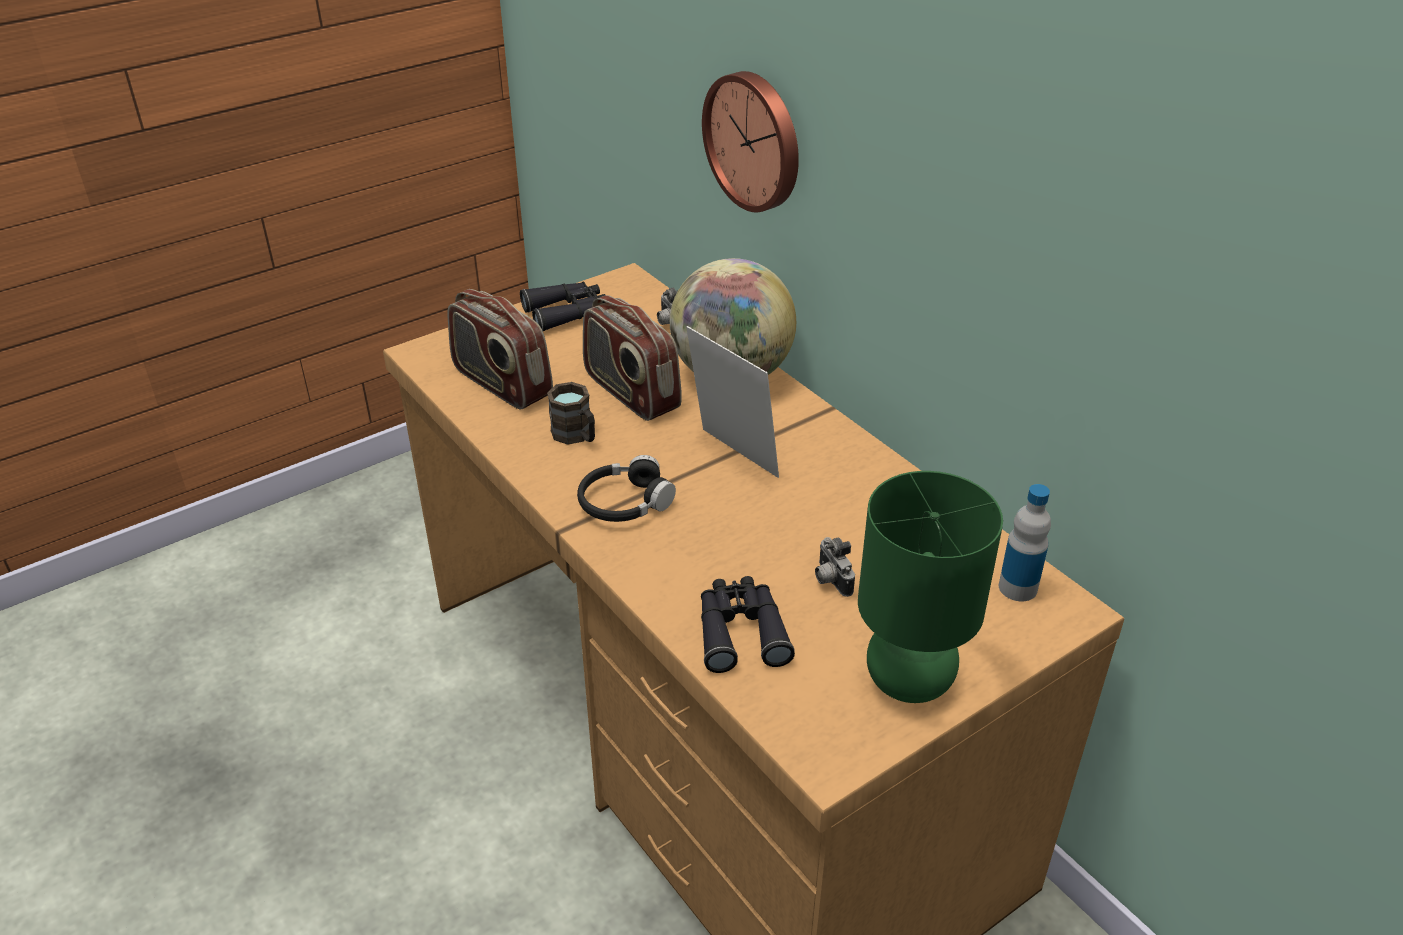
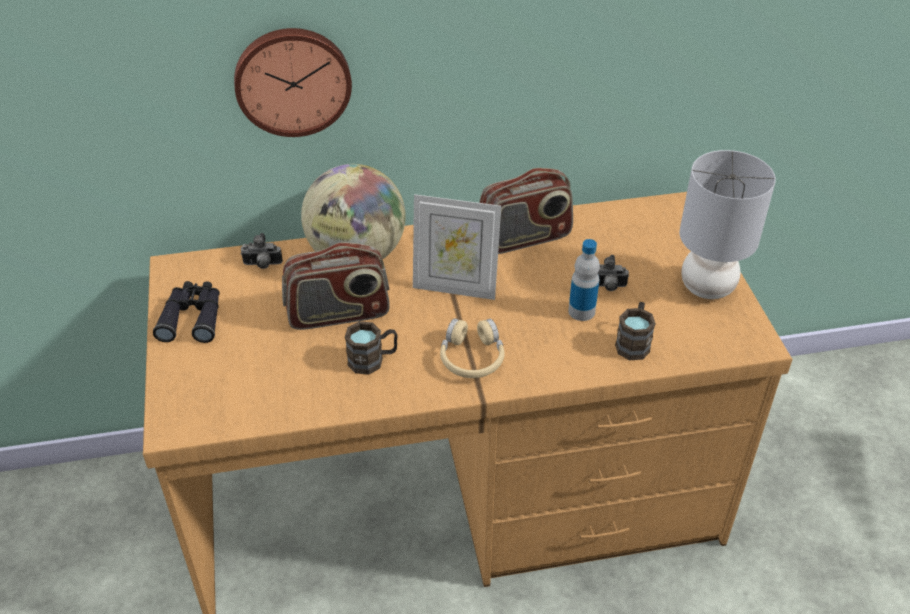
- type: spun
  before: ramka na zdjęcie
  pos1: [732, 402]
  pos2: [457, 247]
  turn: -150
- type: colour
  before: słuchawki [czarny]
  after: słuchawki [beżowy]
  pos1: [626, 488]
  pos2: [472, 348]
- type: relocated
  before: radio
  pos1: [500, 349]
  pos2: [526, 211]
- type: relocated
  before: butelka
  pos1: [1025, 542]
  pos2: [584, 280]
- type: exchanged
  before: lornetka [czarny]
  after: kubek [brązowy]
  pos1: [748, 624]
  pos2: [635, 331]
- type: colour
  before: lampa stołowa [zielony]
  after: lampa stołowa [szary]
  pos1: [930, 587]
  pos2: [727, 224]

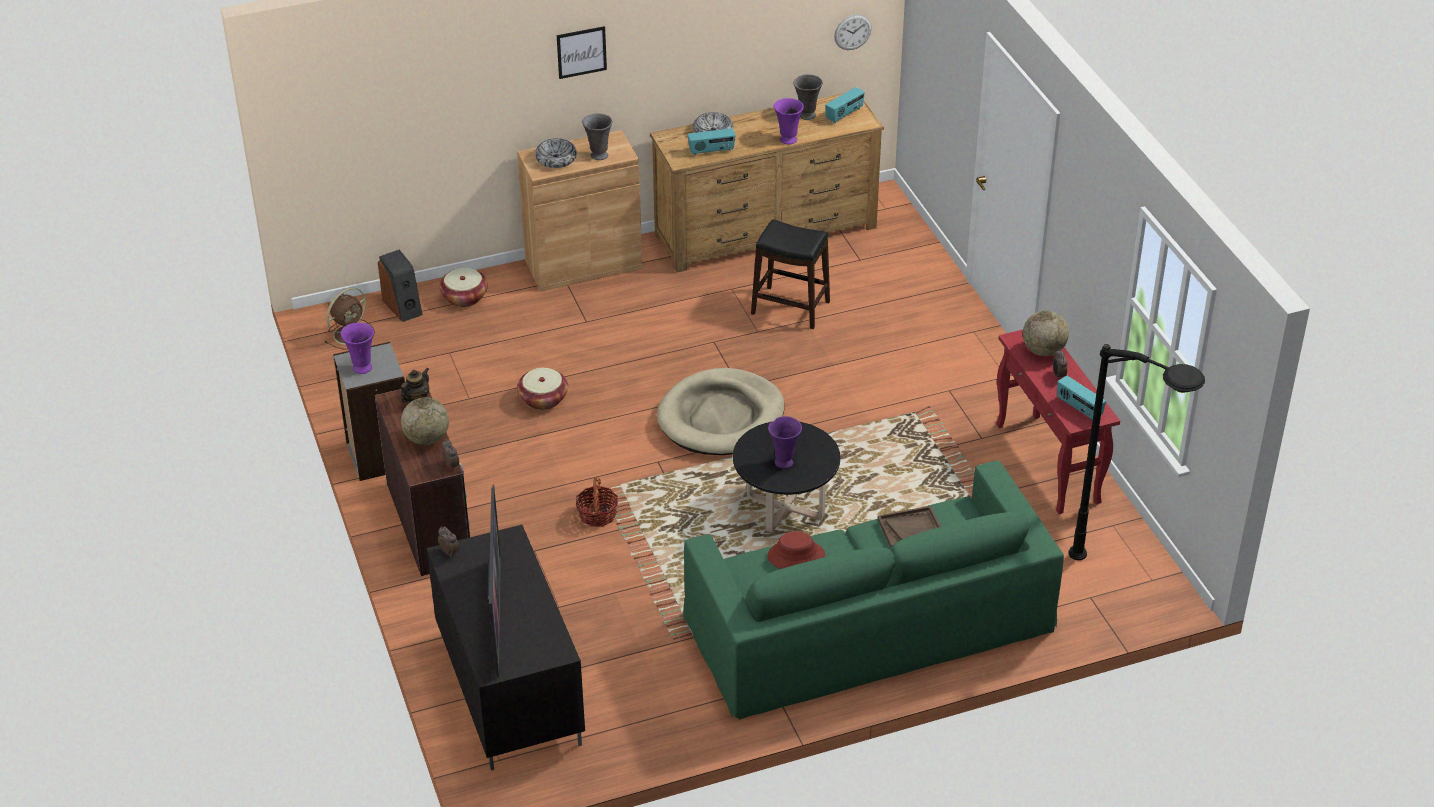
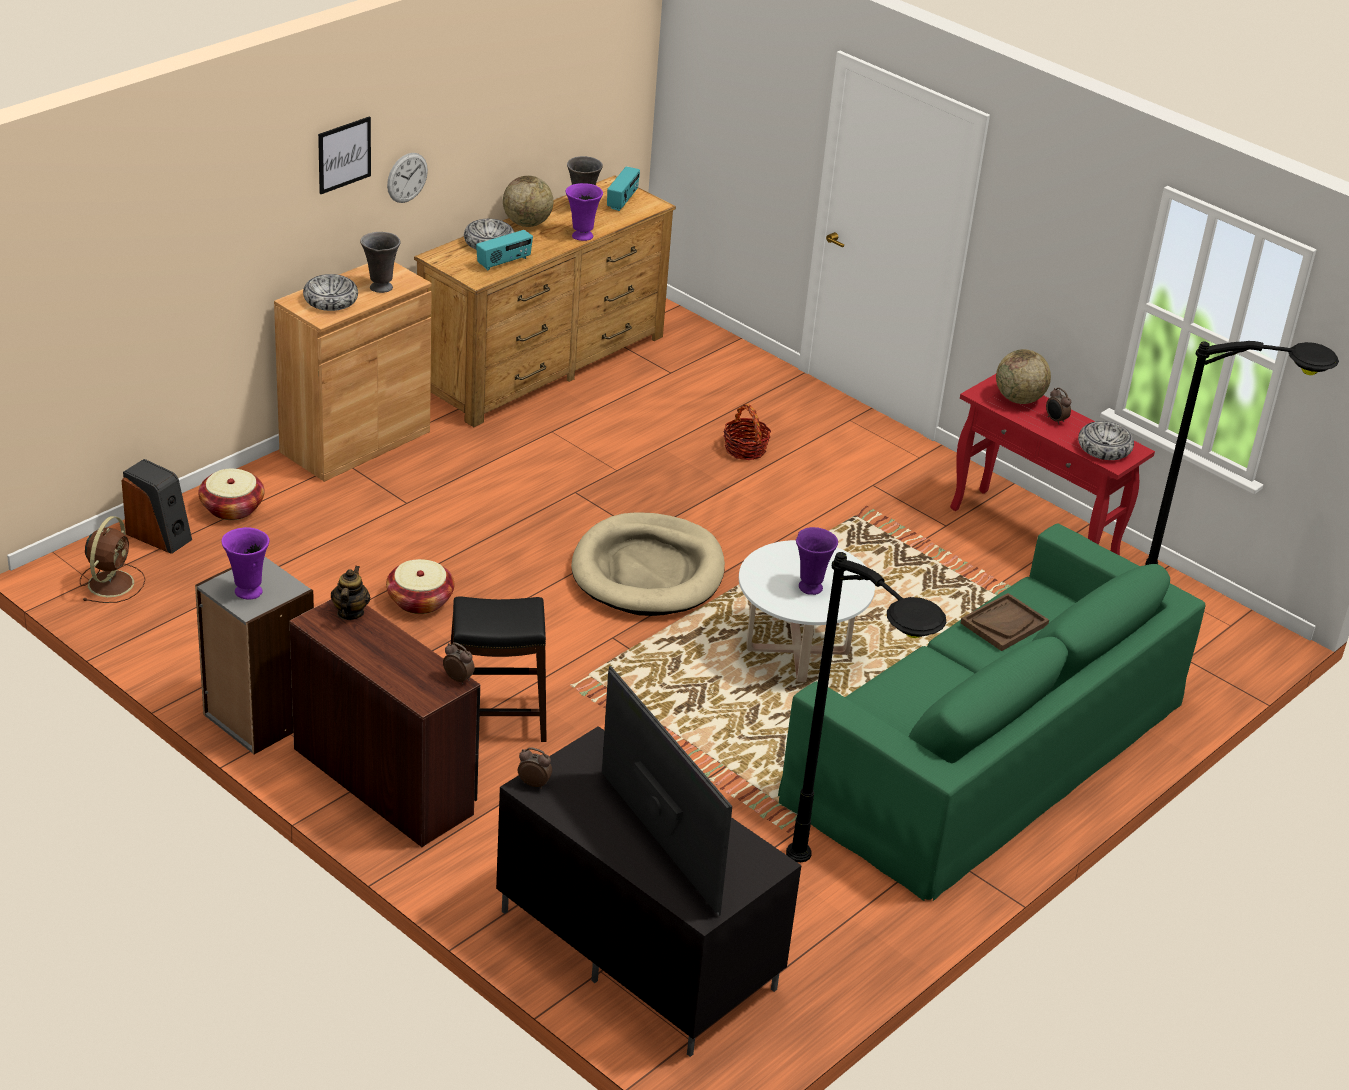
- type: relocated
  before: zegar ścienny
  pos1: [853, 32]
  pos2: [407, 178]
- type: relocated
  before: stołek [czarny]
  pos1: [790, 274]
  pos2: [499, 669]
- type: relocated
  before: globus
  pos1: [425, 421]
  pos2: [528, 201]
- type: relocated
  before: koszyk
  pos1: [597, 502]
  pos2: [747, 432]
- type: colour
  before: ława [czarny]
  after: ława [biały]
  pos1: [786, 477]
  pos2: [807, 611]
- type: appeared
  after: lampa stojąca [czarny]
  pos2: [866, 707]
- type: exchanged
  before: radio
  after: miska
  pos1: [1081, 398]
  pos2: [1106, 440]
- type: missing
  before: kapelusz [czerwony]
  pos1: [796, 550]

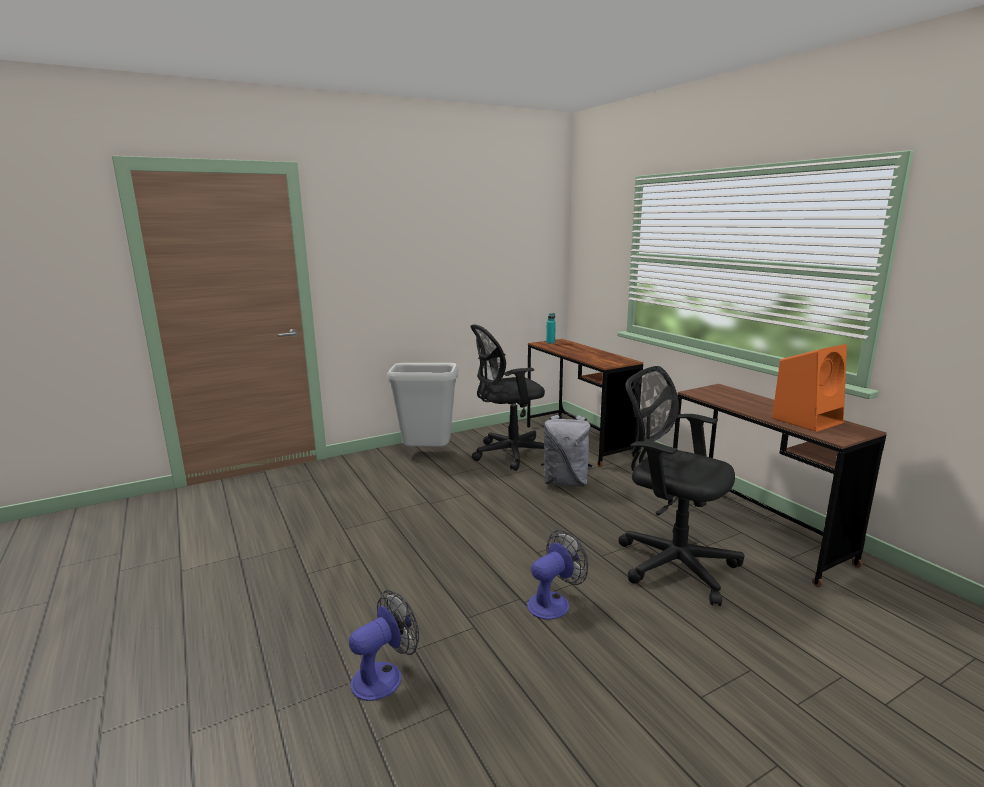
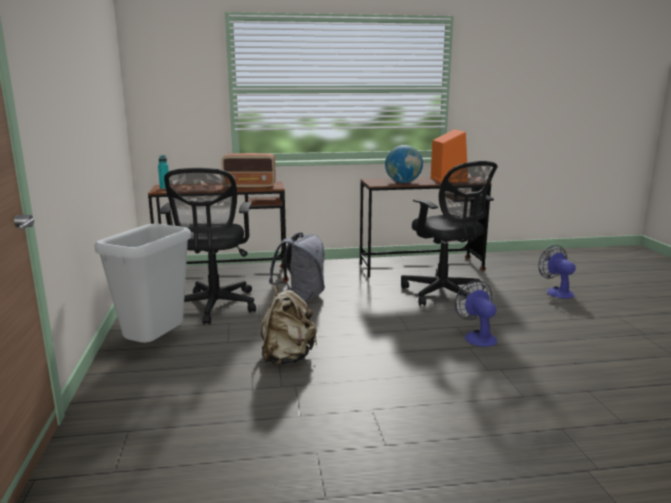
- type: appeared
  after: radio
  pos2: [248, 170]
- type: appeared
  after: plecak [beżowy]
  pos2: [288, 325]
- type: appeared
  after: globus
  pos2: [404, 164]
- type: spun
  before: krzesło biurowe [czarny]
  pos1: [681, 486]
  pos2: [449, 233]
  turn: -90
- type: relocated
  before: wentylator
  pos1: [384, 645]
  pos2: [557, 272]

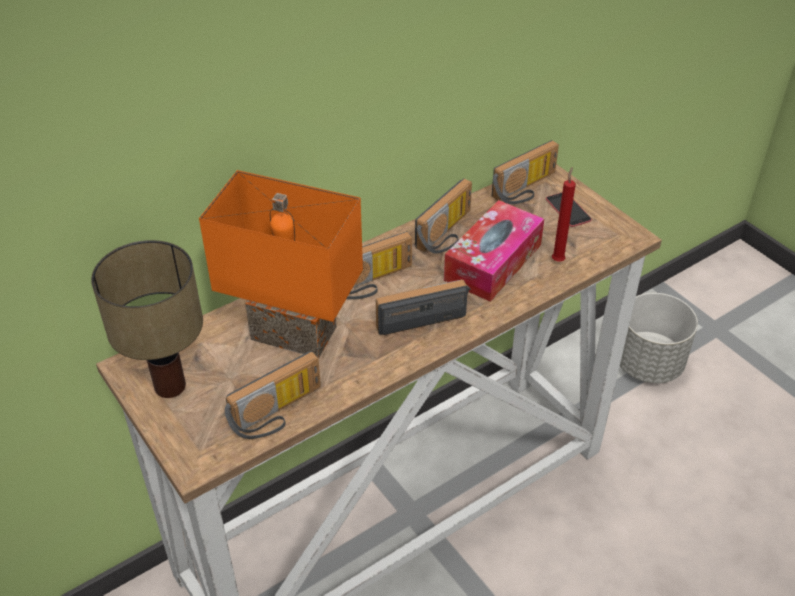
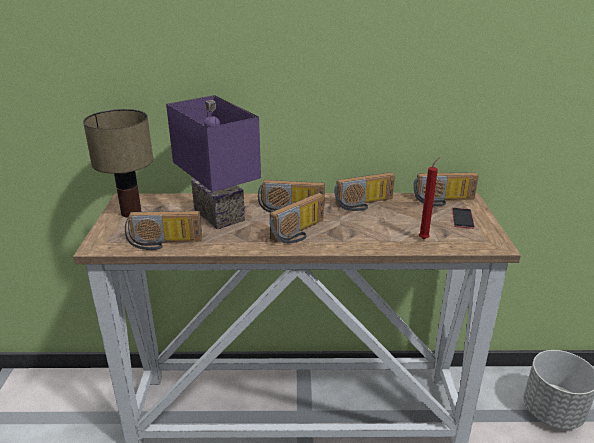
- type: colour
  before: lampa stołowa [pomarańczowy]
  after: lampa stołowa [fioletowy]
  pos1: [281, 264]
  pos2: [213, 162]
- type: spun
  before: radio
  pos1: [423, 307]
  pos2: [296, 218]
  turn: 120
- type: missing
  before: pudełko chusteczek
  pos1: [494, 251]

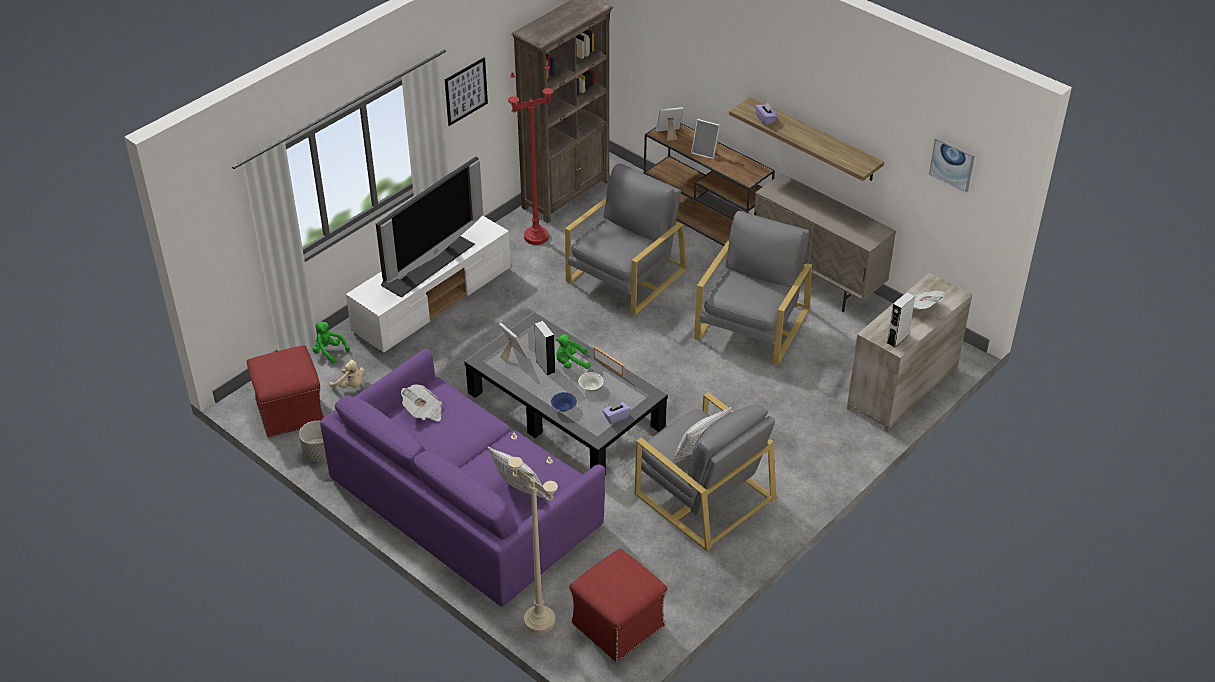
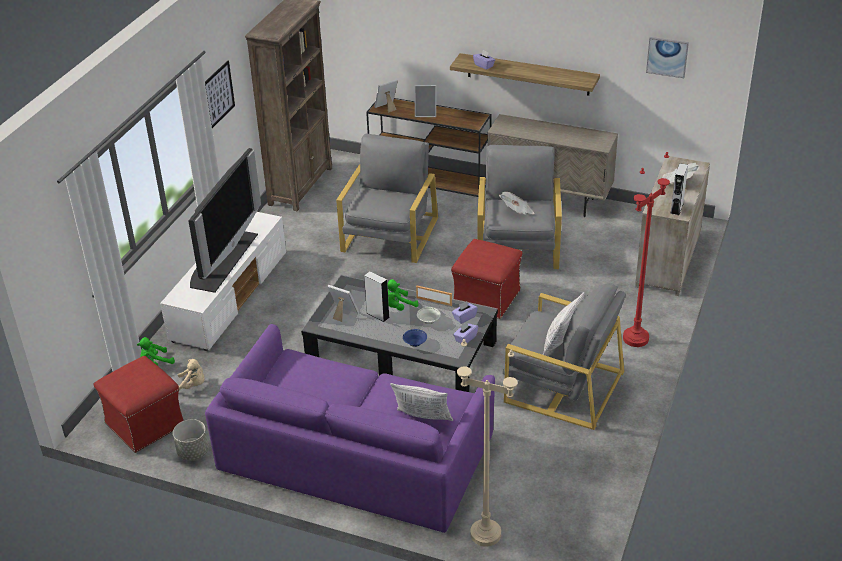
- type: spun
  before: pluszak [zielony]
  pos1: [331, 343]
  pos2: [156, 351]
  turn: -45
- type: relocated
  before: pufa [czerwony]
  pos1: [618, 605]
  pos2: [486, 279]
- type: appeared
  after: pudełko chusteczek [fioletowy]
  pos2: [465, 312]
- type: relocated
  before: gazeta
  pos1: [421, 403]
  pos2: [517, 203]
- type: relocated
  before: lampa stojąca [czerwony]
  pos1: [531, 154]
  pos2: [646, 249]

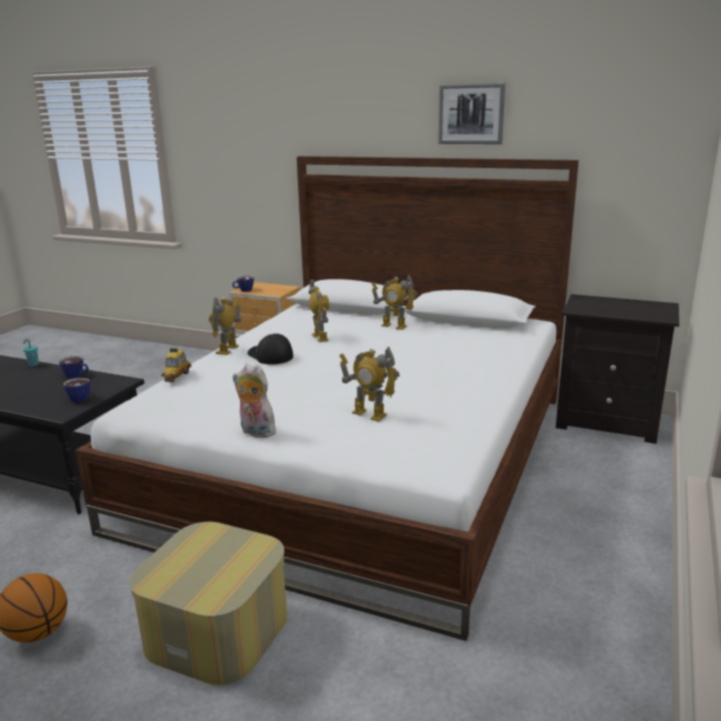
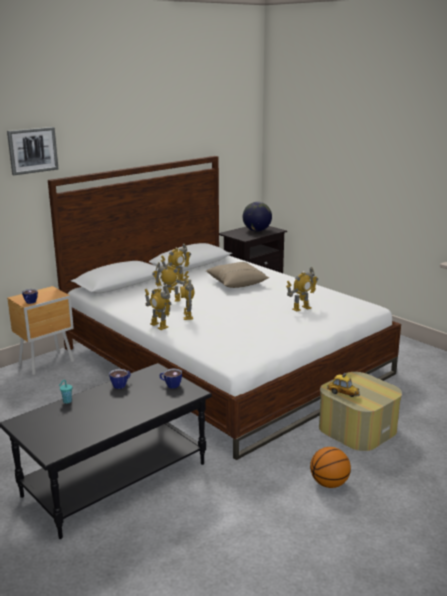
- type: relocated
  before: obraz
  pos1: [471, 113]
  pos2: [32, 151]
- type: exchanged
  before: czapka z daszkiem
  after: robot zabawkowy
  pos1: [270, 348]
  pos2: [187, 299]
- type: appeared
  after: poduszka [beżowy]
  pos2: [237, 275]
- type: appeared
  after: globus
  pos2: [257, 217]
- type: relocated
  before: samochodzik
  pos1: [176, 365]
  pos2: [343, 385]
- type: missing
  before: pluszak
  pos1: [256, 401]

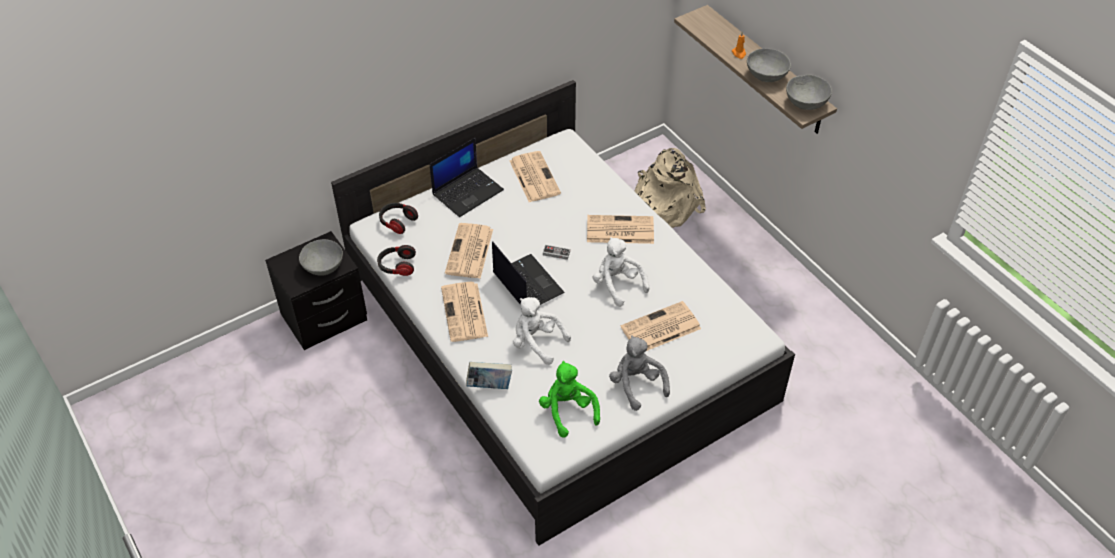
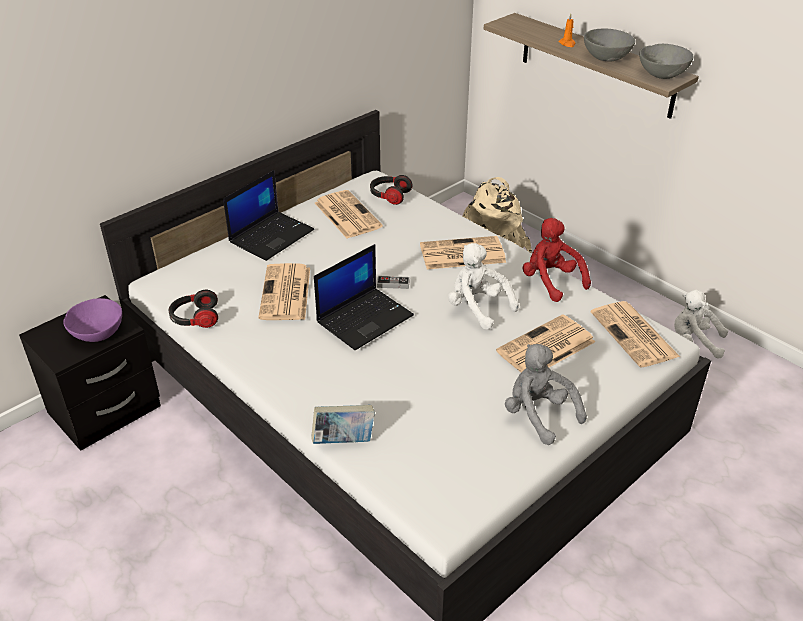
- type: colour
  before: miska [szary]
  after: miska [fioletowy]
  pos1: [321, 257]
  pos2: [92, 320]
- type: spun
  before: laptop
  pos1: [528, 273]
  pos2: [364, 297]
  turn: 90
- type: relocated
  before: słuchawki
  pos1: [398, 218]
  pos2: [391, 190]
- type: appeared
  after: pluszak [czerwony]
  pos2: [557, 260]
- type: relocated
  before: gazeta
  pos1: [464, 312]
  pos2: [635, 334]
- type: relocated
  before: pluszak [biały]
  pos1: [542, 331]
  pos2: [701, 324]
- type: missing
  before: pluszak [zielony]
  pos1: [569, 399]

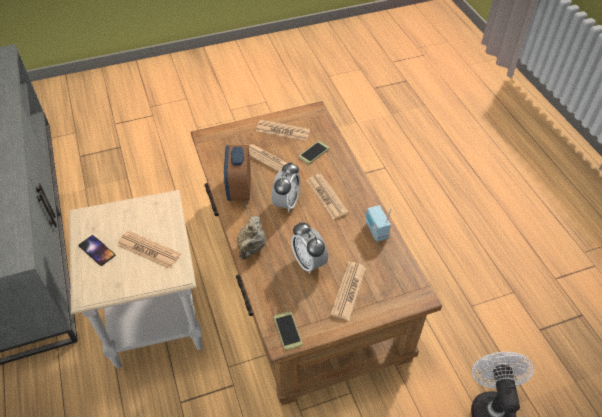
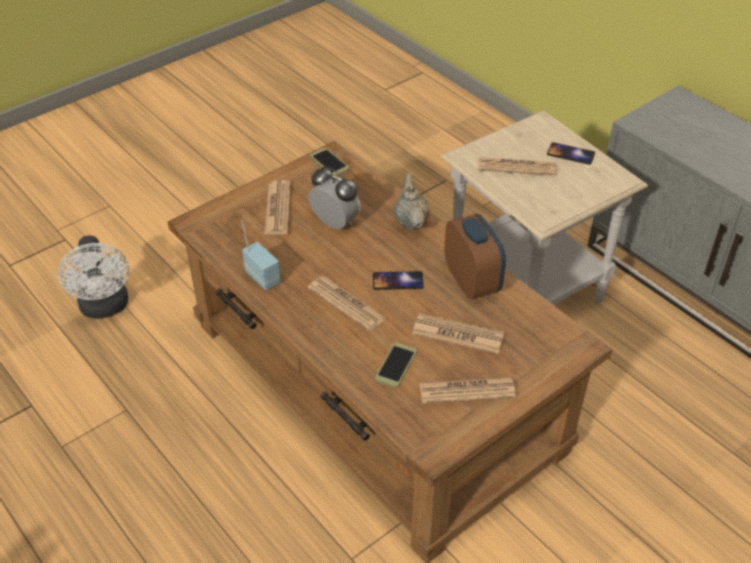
- type: exchanged
  before: budzik
  after: telefon
  pos1: [286, 187]
  pos2: [398, 280]

